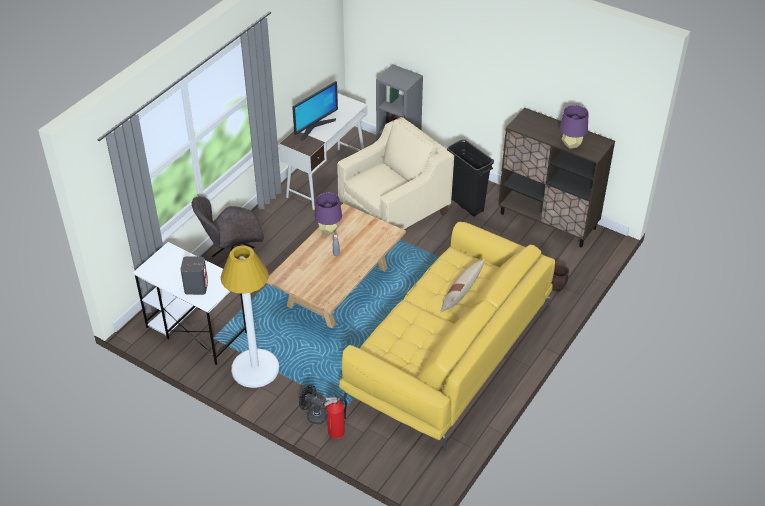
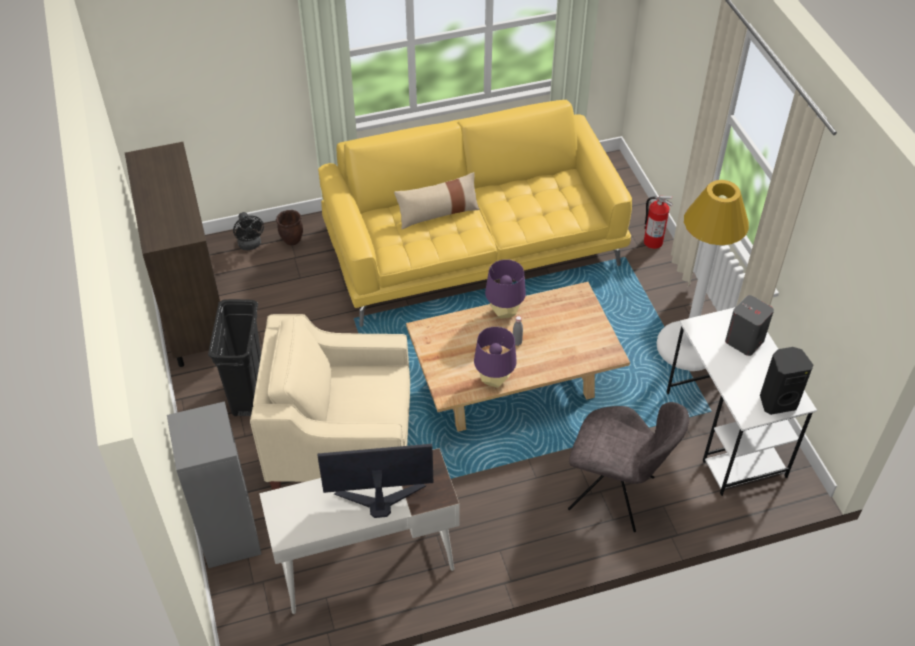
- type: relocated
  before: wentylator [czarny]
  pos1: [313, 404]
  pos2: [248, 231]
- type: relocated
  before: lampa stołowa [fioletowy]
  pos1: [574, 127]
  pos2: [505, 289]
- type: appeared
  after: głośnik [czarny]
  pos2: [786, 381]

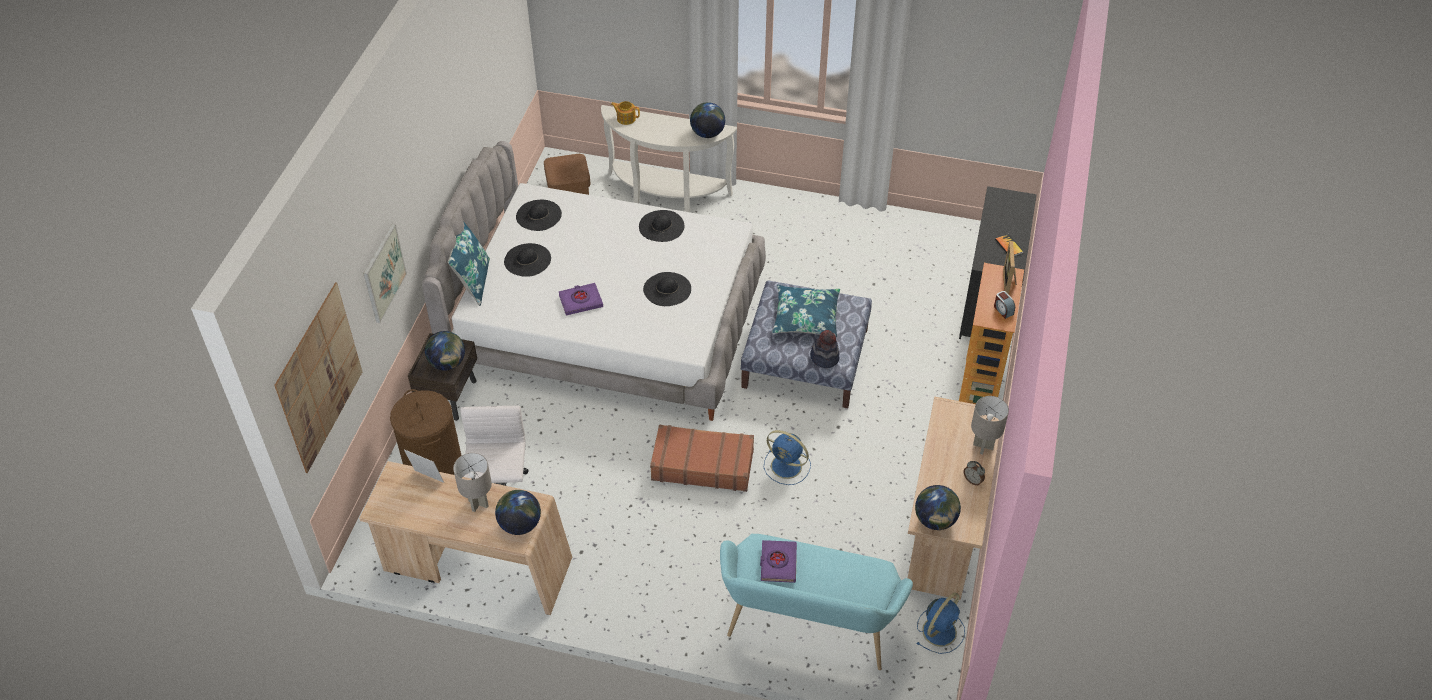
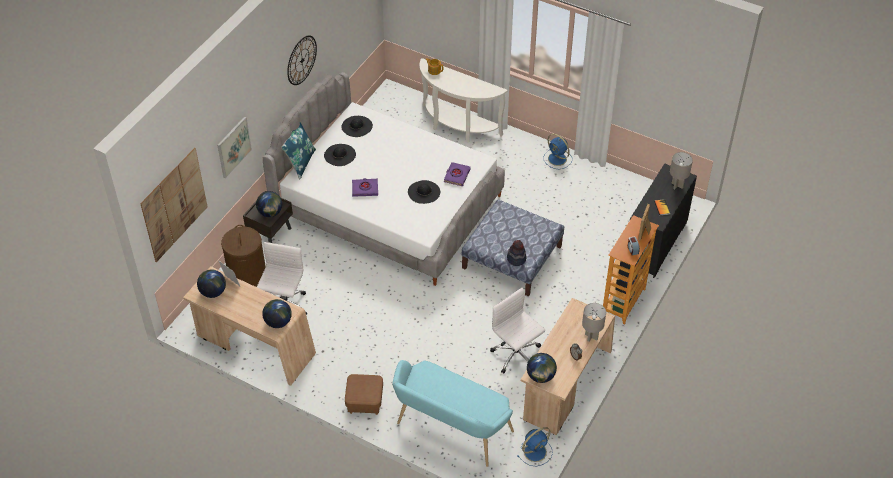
- type: relocated
  before: globus
  pos1: [707, 120]
  pos2: [211, 283]
- type: appeared
  after: zegar ścienny
  pos2: [302, 60]
- type: relocated
  before: pufa [brązowy]
  pos1: [567, 174]
  pos2: [364, 394]
- type: relocated
  before: książka [fioletowy]
  pos1: [778, 561]
  pos2: [457, 174]
- type: appeared
  after: krzesło biurowe [biały]
  pos2: [517, 331]
- type: relocated
  before: wentylator [niebieski]
  pos1: [787, 457]
  pos2: [557, 151]
- type: relocated
  before: lampa stołowa [szary]
  pos1: [472, 482]
  pos2: [681, 170]
- type: missing
  before: kapelusz [czarny]
  pos1: [661, 226]
- type: missing
  before: walizka [brązowy]
  pos1: [702, 458]
- type: missing
  before: poduszka [niebieski]
  pos1: [806, 311]

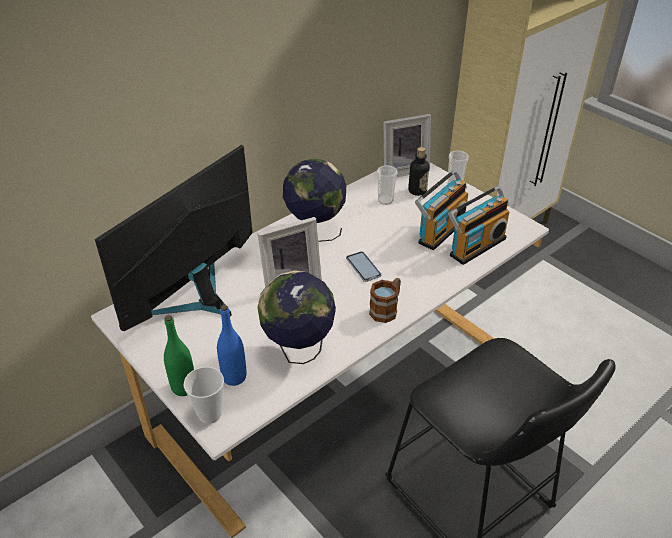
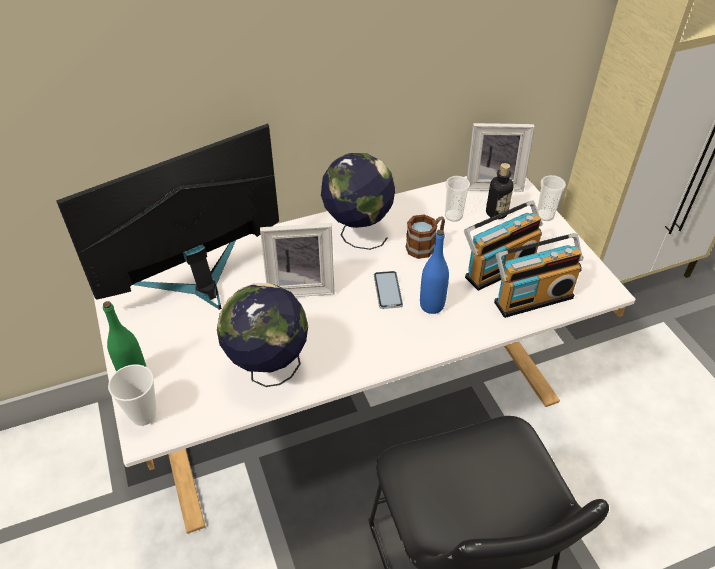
- type: relocated
  before: kubek
  pos1: [385, 300]
  pos2: [425, 236]
- type: relocated
  before: butelka [niebieski]
  pos1: [231, 345]
  pos2: [434, 272]

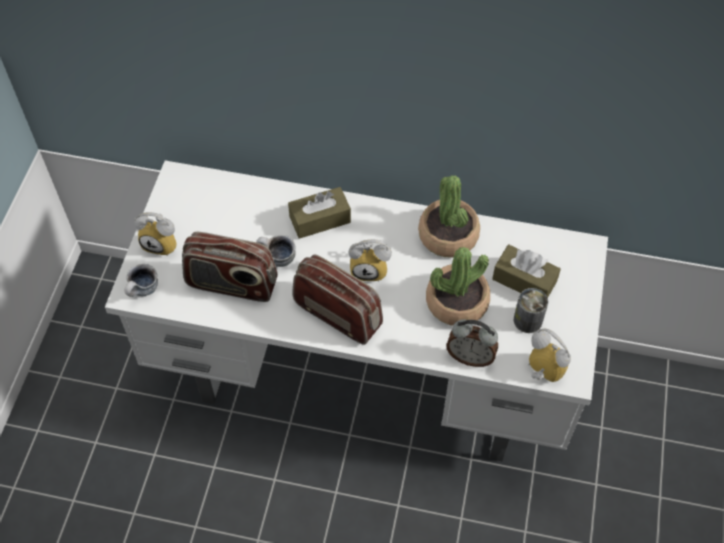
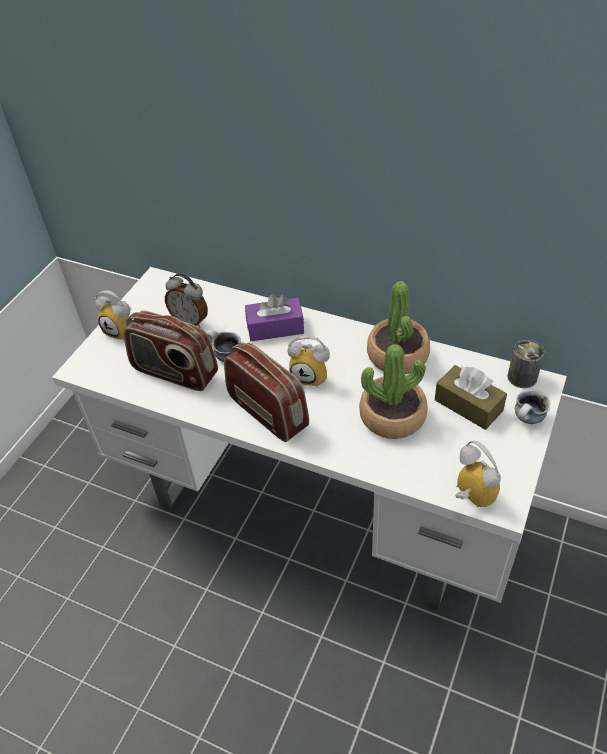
- type: relocated
  before: budzik
  pos1: [472, 343]
  pos2: [186, 300]
- type: colour
  before: pudełko chusteczek [brązowy]
  after: pudełko chusteczek [fioletowy]
  pos1: [319, 213]
  pos2: [274, 317]
- type: relocated
  before: puszka
  pos1: [531, 310]
  pos2: [526, 364]
- type: relocated
  before: kubek
  pos1: [141, 280]
  pos2: [532, 407]

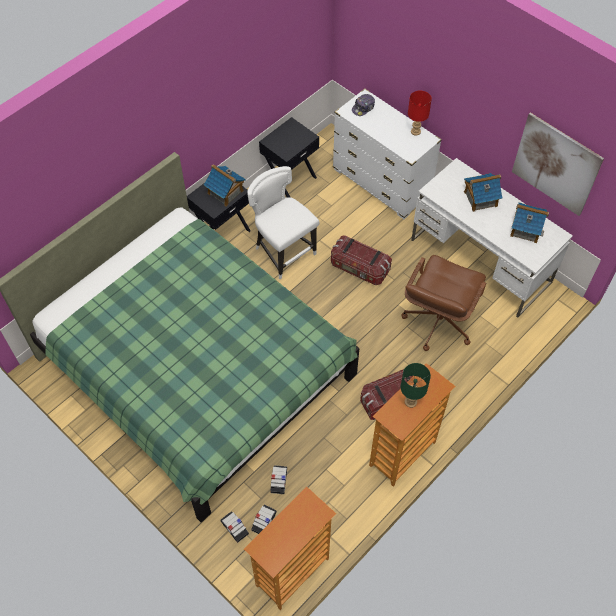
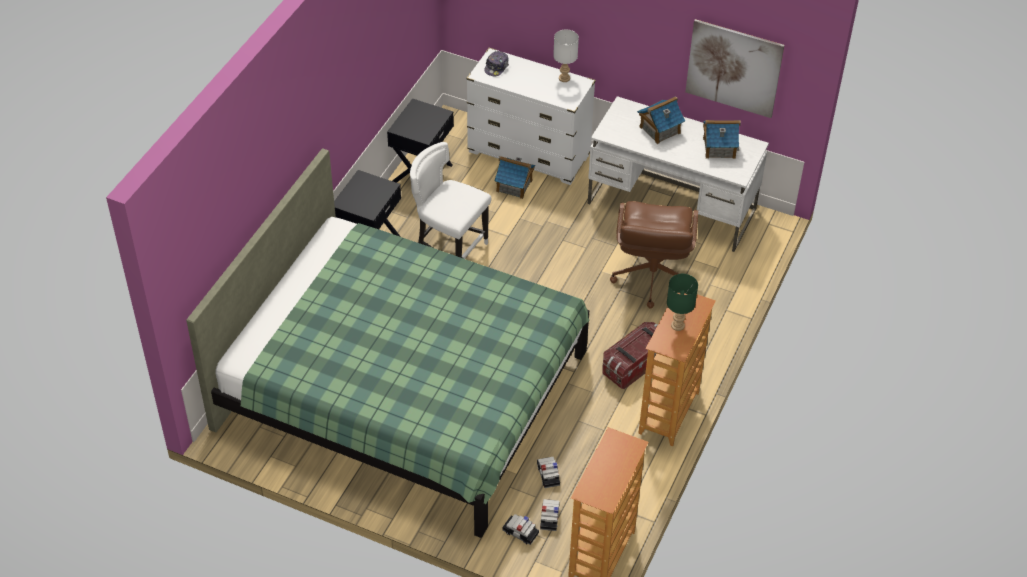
- type: relocated
  before: domek
  pos1: [225, 185]
  pos2: [514, 177]
- type: colour
  before: lampa stołowa [czerwony]
  after: lampa stołowa [biały]
  pos1: [420, 113]
  pos2: [566, 56]
- type: missing
  before: pojemnik do przechowywania
  pos1: [361, 260]

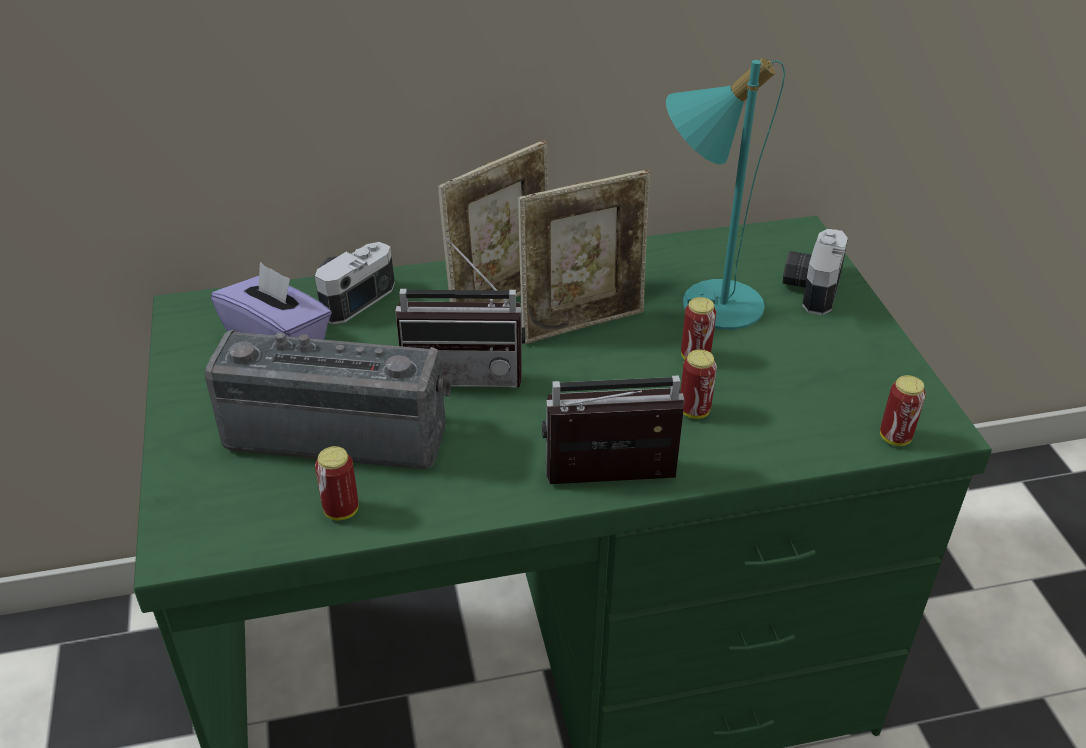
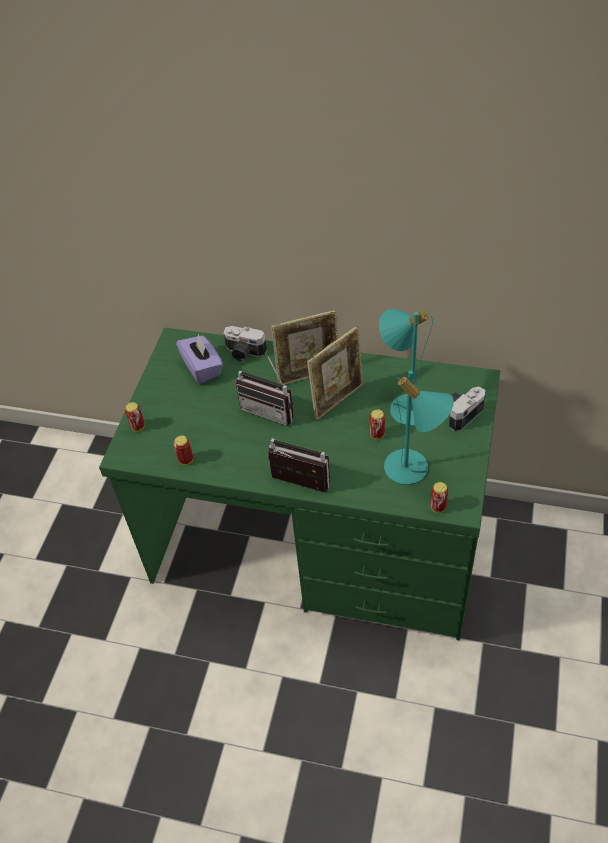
- type: relocated
  before: puszka
  pos1: [698, 384]
  pos2: [135, 417]
- type: spun
  before: aparat fotograficzny
  pos1: [355, 283]
  pos2: [245, 343]
  turn: -135
- type: spun
  before: ramka na zdjęcie
  pos1: [584, 257]
  pos2: [335, 373]
  turn: -45
- type: appeared
  after: lampa stołowa [turkusowy]
  pos2: [419, 428]
- type: missing
  before: radio
  pos1: [328, 399]

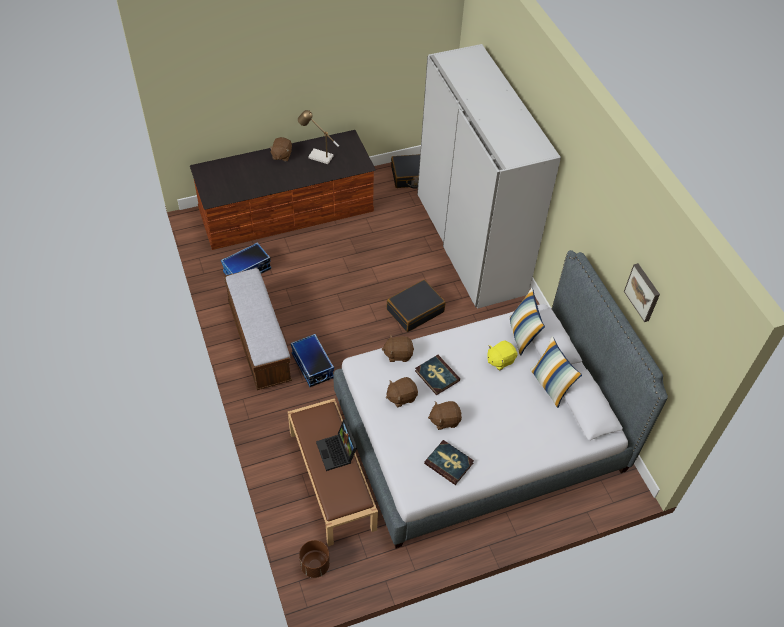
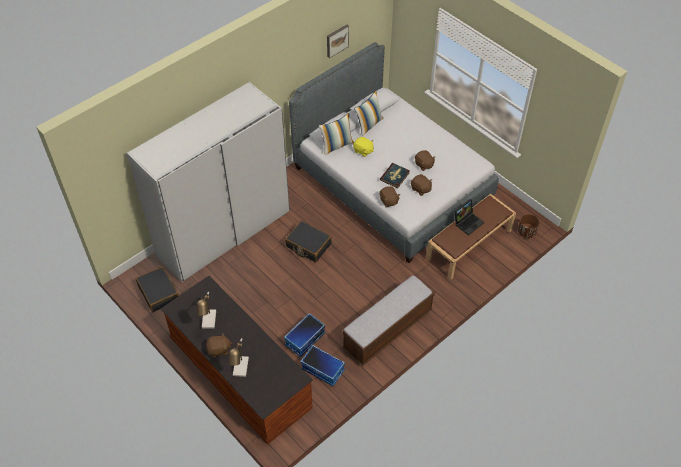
- type: appeared
  after: lampa stołowa
  pos2: [239, 357]
- type: relocated
  before: pojemnik do przechowywania
  pos1: [312, 360]
  pos2: [304, 335]
- type: missing
  before: książka
  pos1: [449, 462]

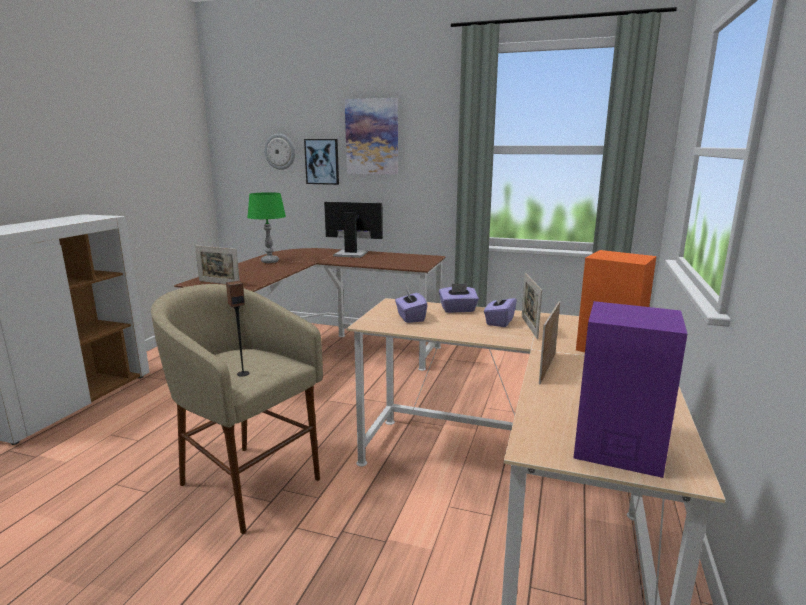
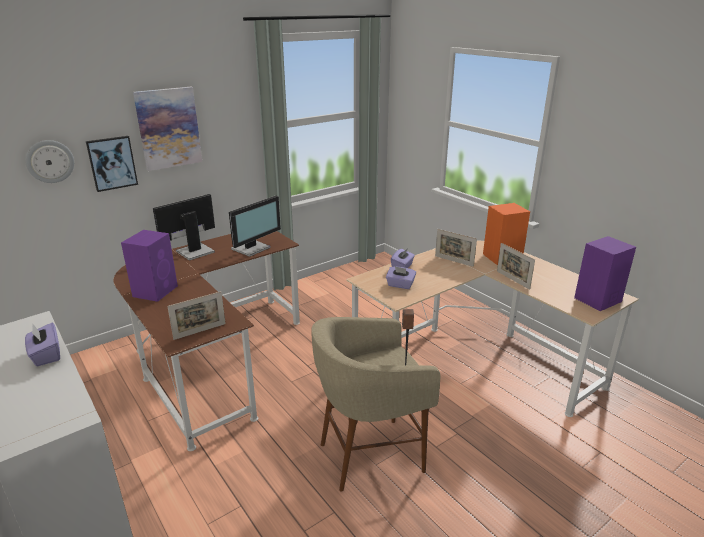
- type: relocated
  before: pudełko chusteczek [fioletowy]
  pos1: [500, 309]
  pos2: [42, 345]
- type: exchanged
  before: lampa stołowa [zielony]
  after: głośnik [fioletowy]
  pos1: [266, 227]
  pos2: [149, 266]
- type: appeared
  after: monitor
  pos2: [255, 226]

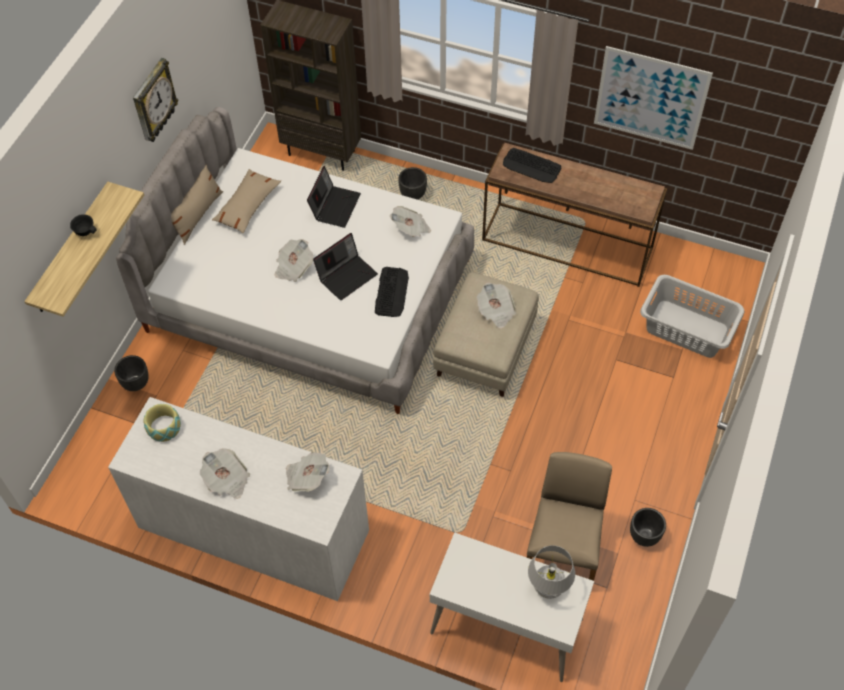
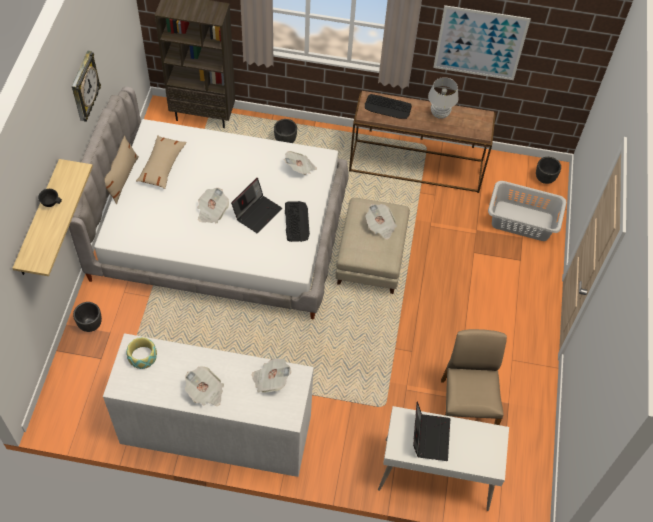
- type: relocated
  before: laptop
  pos1: [334, 197]
  pos2: [431, 431]
- type: relocated
  before: lampa stołowa [biały]
  pos1: [551, 572]
  pos2: [443, 98]
- type: relocated
  before: donica [czarny]
  pos1: [648, 527]
  pos2: [548, 170]

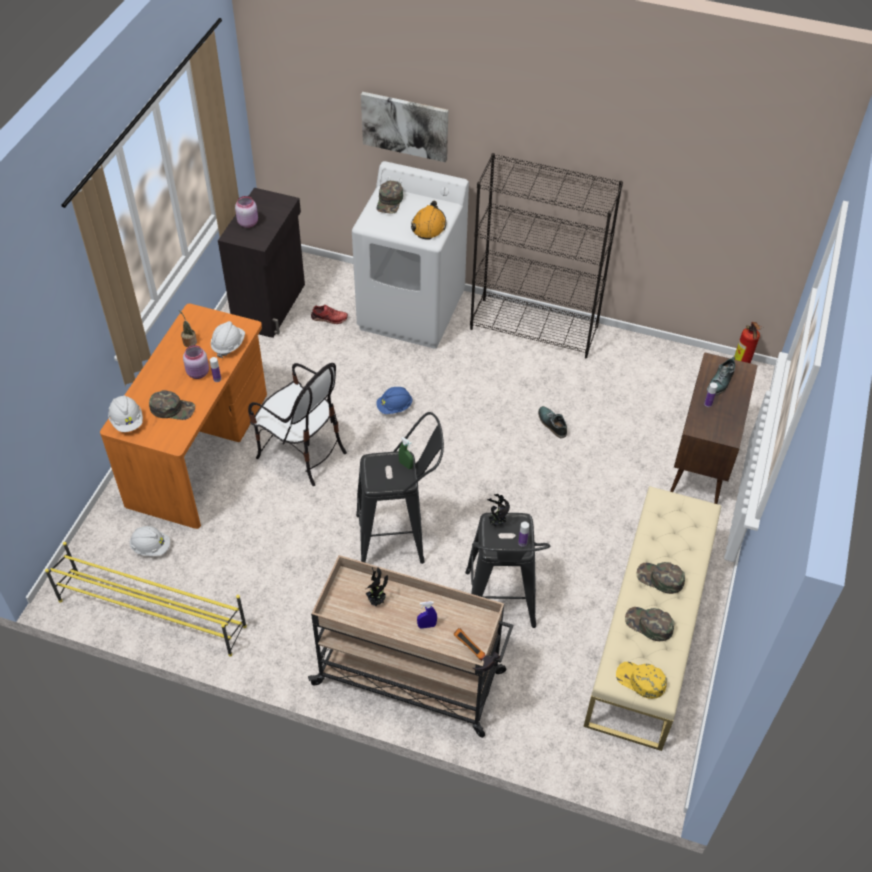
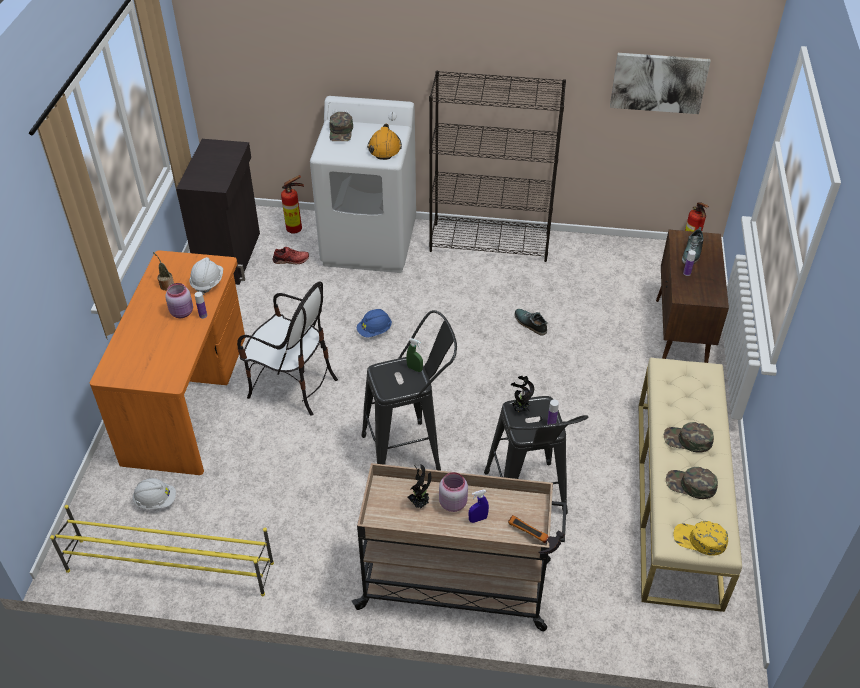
- type: appeared
  after: gaśnica
  pos2: [292, 204]
- type: relocated
  before: słoik [różowy]
  pos1: [246, 212]
  pos2: [453, 492]
- type: relocated
  before: obraz
  pos1: [404, 127]
  pos2: [660, 83]
- type: missing
  before: kask [biały]
  pos1: [125, 413]
- type: missing
  before: czapka z daszkiem [zielony]
  pos1: [172, 405]

